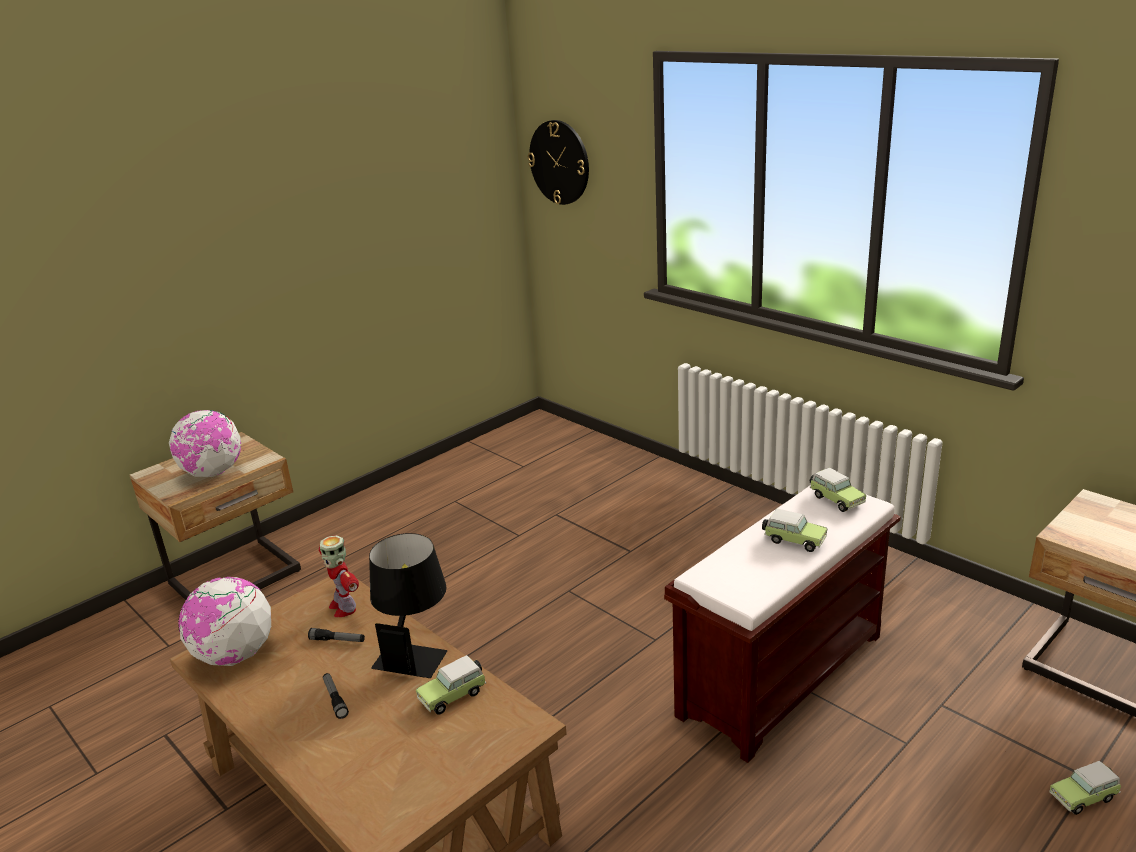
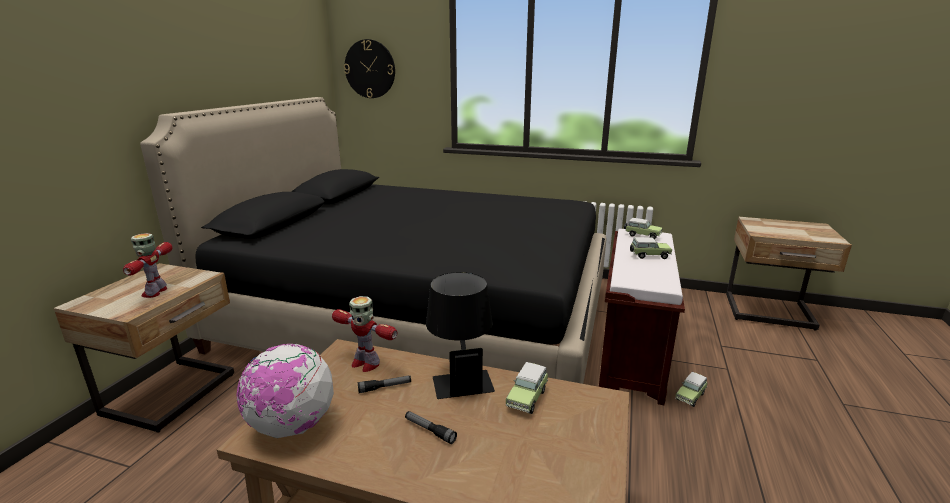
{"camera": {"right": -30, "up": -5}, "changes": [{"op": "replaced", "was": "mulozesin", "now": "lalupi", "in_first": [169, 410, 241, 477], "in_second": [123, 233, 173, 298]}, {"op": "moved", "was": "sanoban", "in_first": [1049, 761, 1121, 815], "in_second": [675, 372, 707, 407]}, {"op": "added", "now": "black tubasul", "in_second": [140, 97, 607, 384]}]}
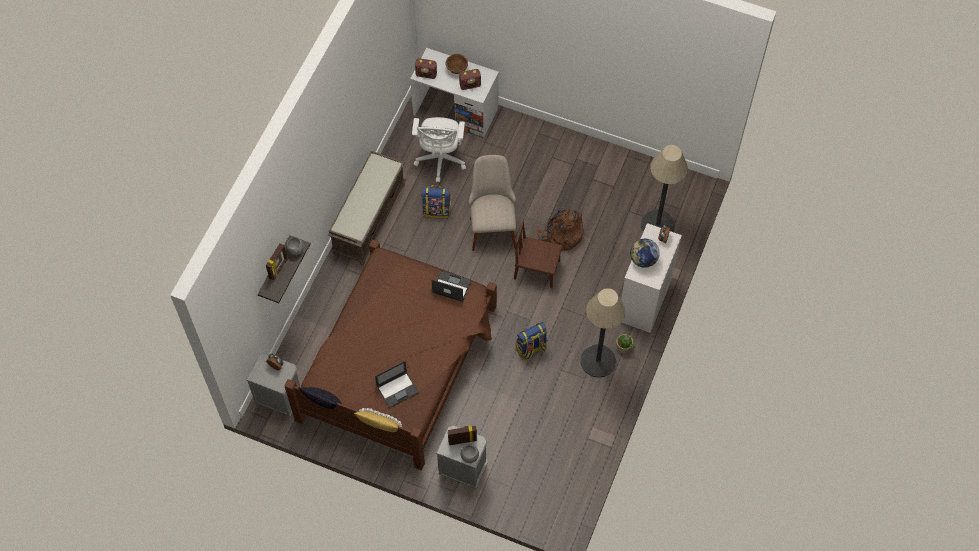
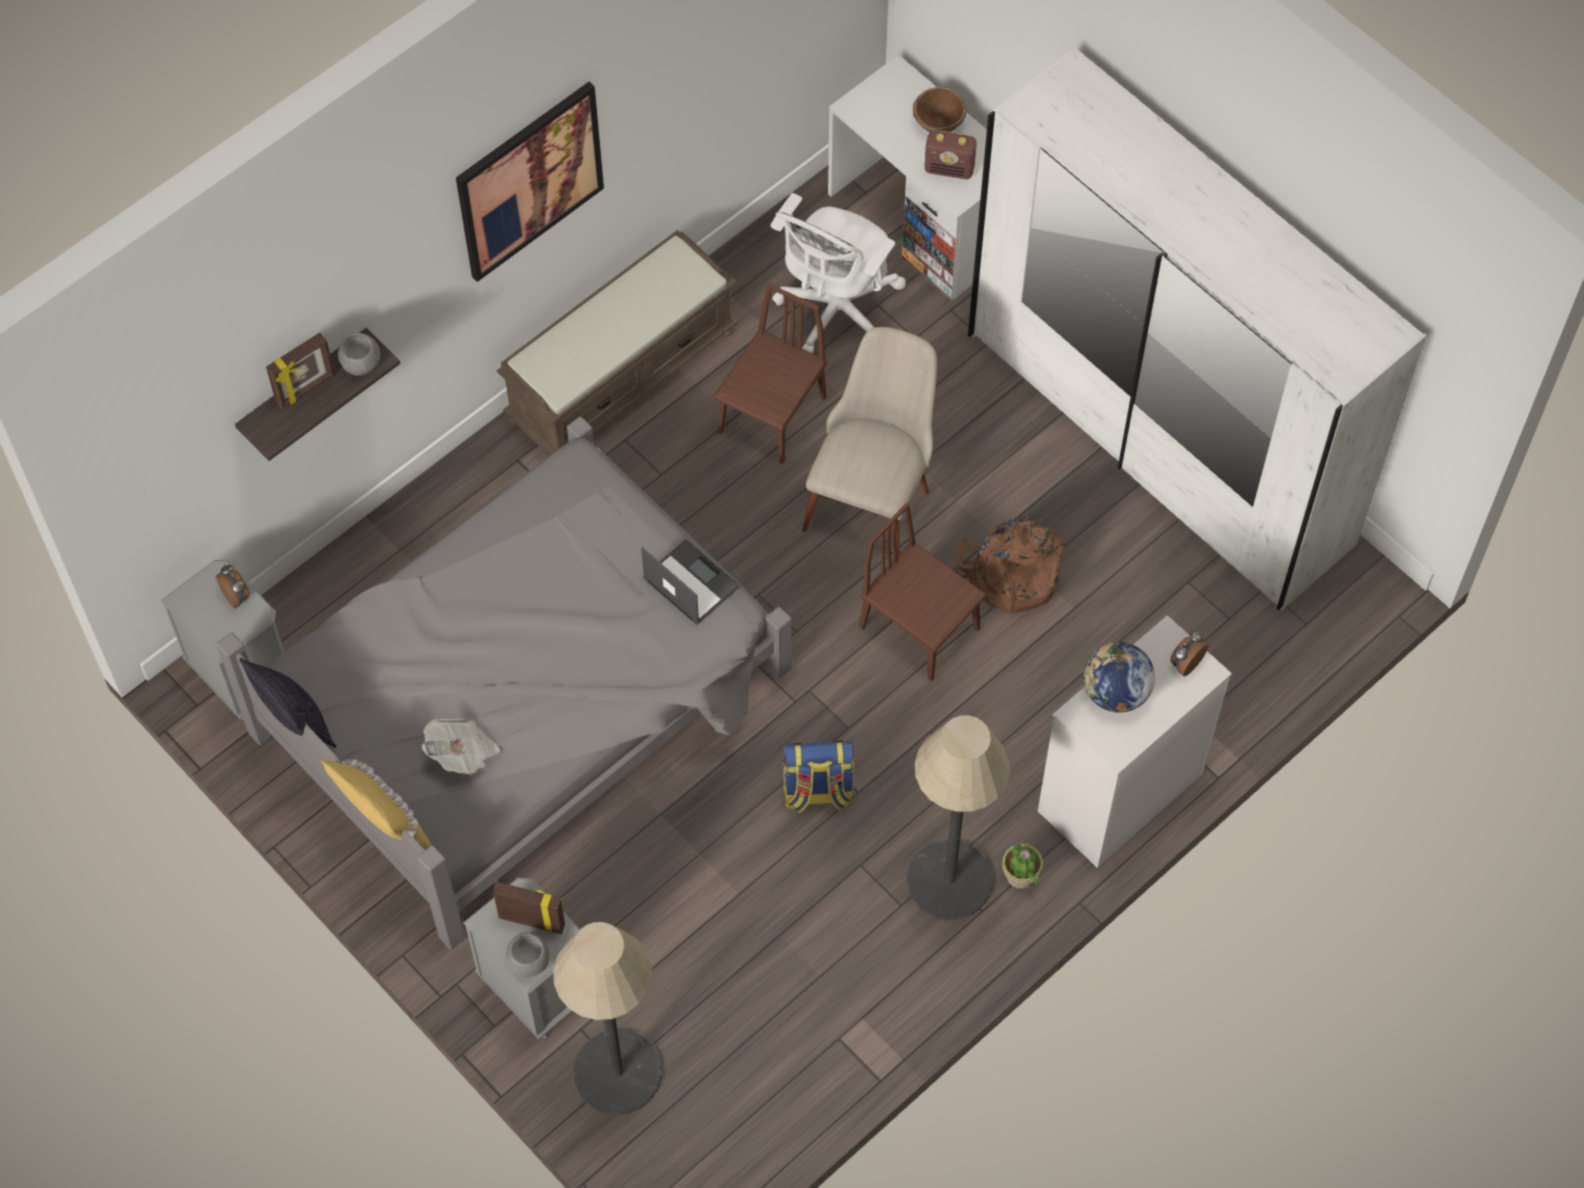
{"camera": {"right": 25, "up": 0}, "changes": [{"op": "recoloured", "was": "brown tubasul", "now": "grey tubasul", "in_first": [285, 240, 497, 470], "in_second": [216, 417, 791, 950]}, {"op": "replaced", "was": "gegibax", "now": "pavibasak", "in_first": [375, 361, 419, 408], "in_second": [421, 719, 500, 775]}, {"op": "removed", "was": "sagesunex", "in_first": [415, 58, 437, 79]}, {"op": "replaced", "was": "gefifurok", "now": "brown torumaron", "in_first": [421, 185, 451, 219], "in_second": [714, 283, 828, 464]}, {"op": "moved", "was": "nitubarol", "in_first": [641, 145, 688, 232], "in_second": [553, 922, 661, 1115]}, {"op": "added", "now": "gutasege", "in_second": [456, 82, 604, 282]}, {"op": "added", "now": "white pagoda", "in_second": [968, 47, 1427, 610]}]}
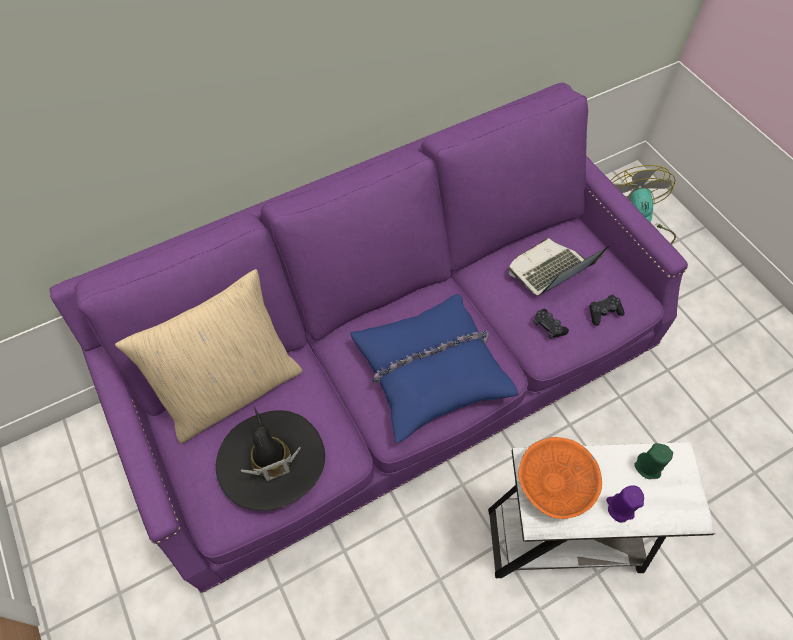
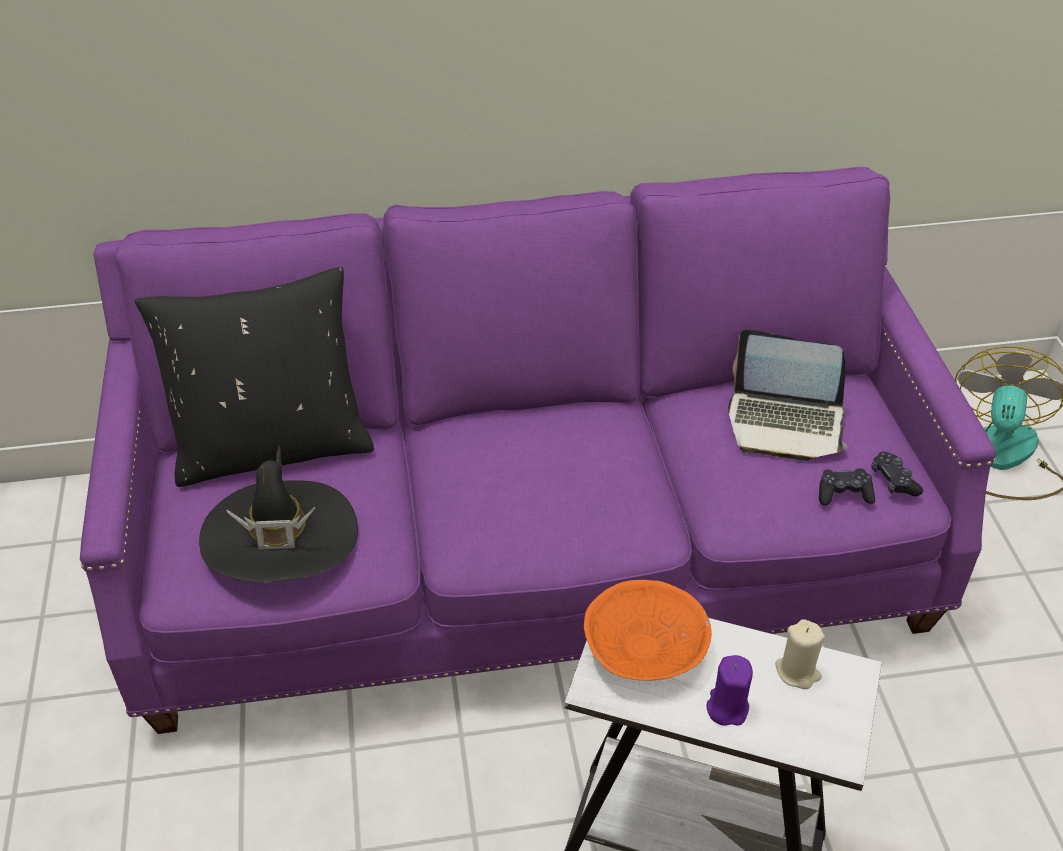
{"camera": {"right": 20, "up": -15}, "changes": [{"op": "recoloured", "was": "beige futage", "now": "black futage", "in_first": [115, 269, 302, 443], "in_second": [135, 267, 374, 487]}, {"op": "removed", "was": "blue futage", "in_first": [350, 294, 519, 443]}, {"op": "turned", "was": "gegibax", "in_first": [508, 238, 610, 296], "in_second": [728, 329, 847, 460], "clockwise": -150}, {"op": "moved", "was": "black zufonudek", "in_first": [534, 309, 569, 339], "in_second": [872, 451, 923, 496]}, {"op": "recoloured", "was": "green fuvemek", "now": "beige fuvemek", "in_first": [634, 443, 673, 479], "in_second": [775, 619, 825, 689]}]}
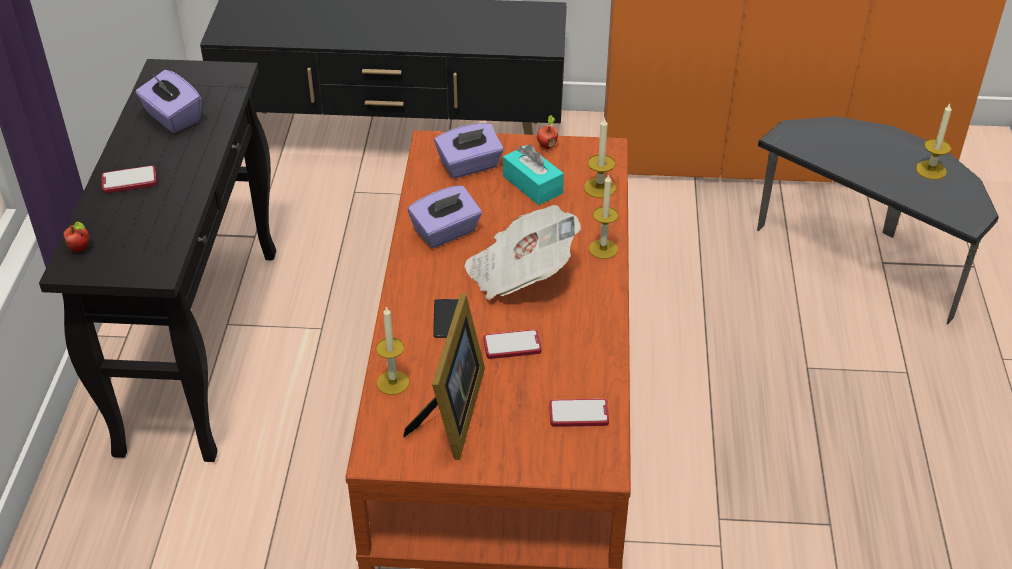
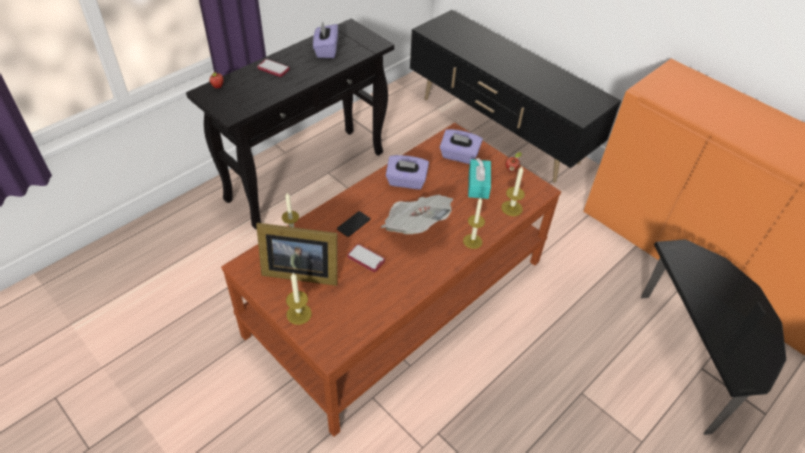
{"camera": {"right": 40, "up": 5}, "changes": [{"op": "turned", "was": "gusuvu", "in_first": [403, 293, 485, 460], "in_second": [256, 223, 338, 286], "clockwise": 45}, {"op": "removed", "was": "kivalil", "in_first": [549, 399, 609, 427]}, {"op": "moved", "was": "fuvemek", "in_first": [916, 104, 952, 180], "in_second": [286, 273, 312, 325]}]}
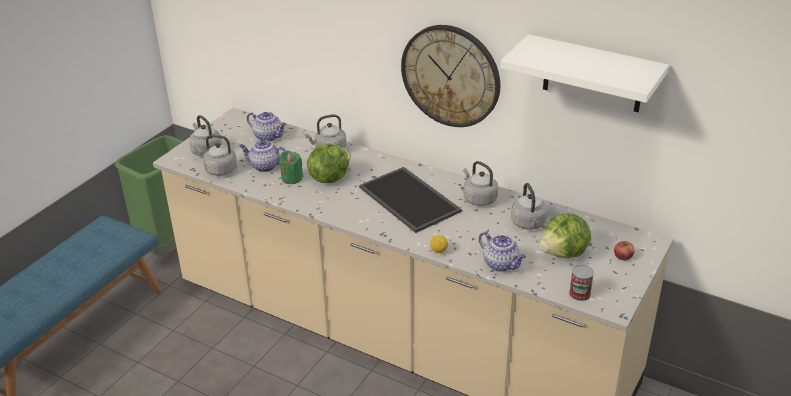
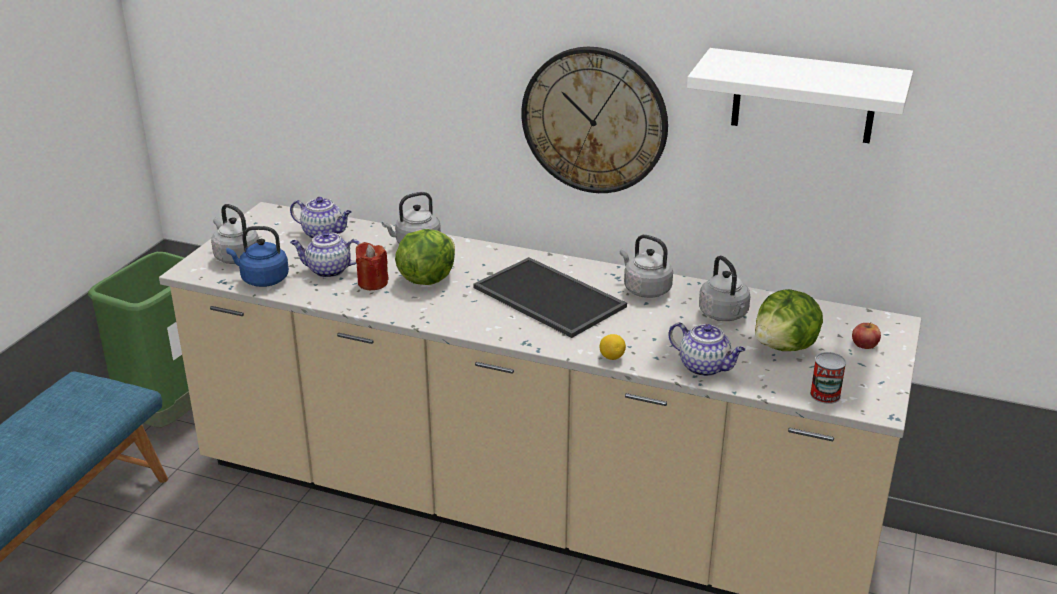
{"camera": {"right": -10, "up": -5}, "changes": [{"op": "recoloured", "was": "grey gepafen", "now": "blue gepafen", "in_first": [196, 135, 237, 176], "in_second": [226, 226, 289, 287]}, {"op": "recoloured", "was": "green fuvemek", "now": "red fuvemek", "in_first": [279, 150, 303, 184], "in_second": [356, 242, 389, 290]}]}
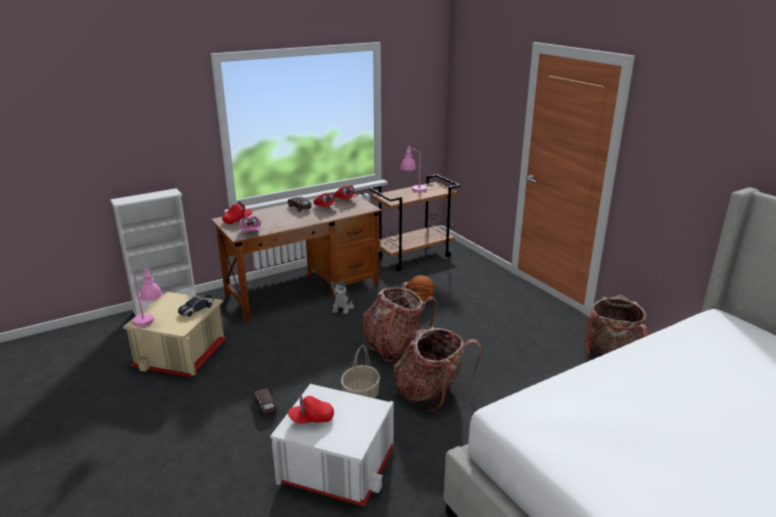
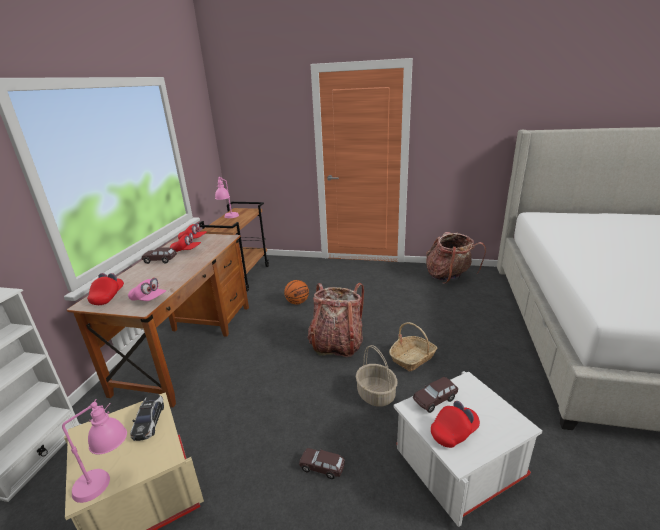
{"camera": {"right": -45, "up": 0}, "changes": [{"op": "turned", "was": "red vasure", "in_first": [288, 395, 334, 423], "in_second": [431, 401, 480, 448], "clockwise": -150}, {"op": "removed", "was": "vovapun", "in_first": [330, 279, 354, 314]}, {"op": "replaced", "was": "gefifurok", "now": "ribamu", "in_first": [394, 327, 482, 411], "in_second": [389, 322, 437, 372]}, {"op": "added", "now": "brown sanoban", "in_second": [413, 377, 458, 413]}]}
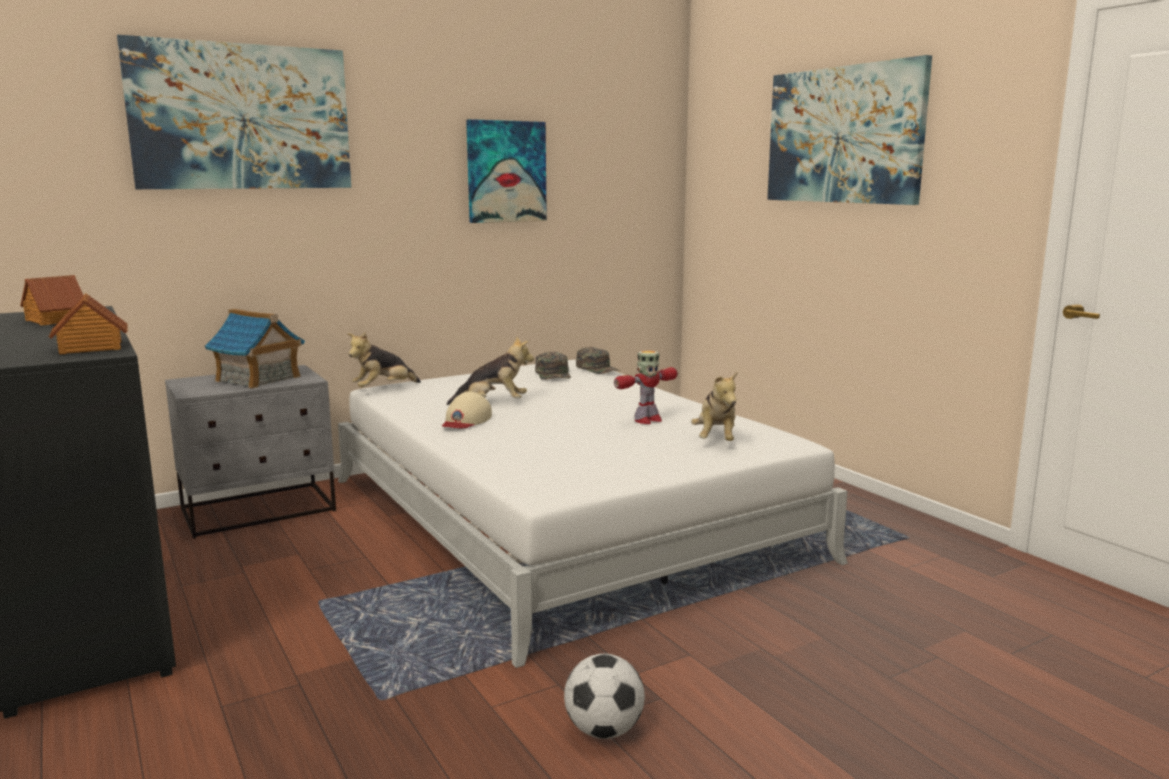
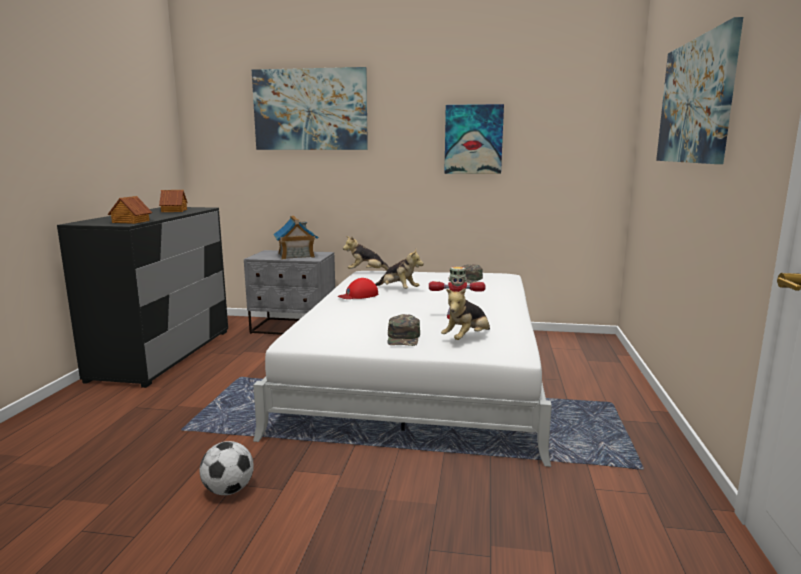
{"camera": {"right": 40, "up": 0}, "changes": [{"op": "recoloured", "was": "beige vasure", "now": "red vasure", "in_first": [442, 392, 492, 428], "in_second": [338, 278, 378, 299]}, {"op": "moved", "was": "green vasure", "in_first": [576, 347, 621, 374], "in_second": [387, 314, 420, 346]}]}
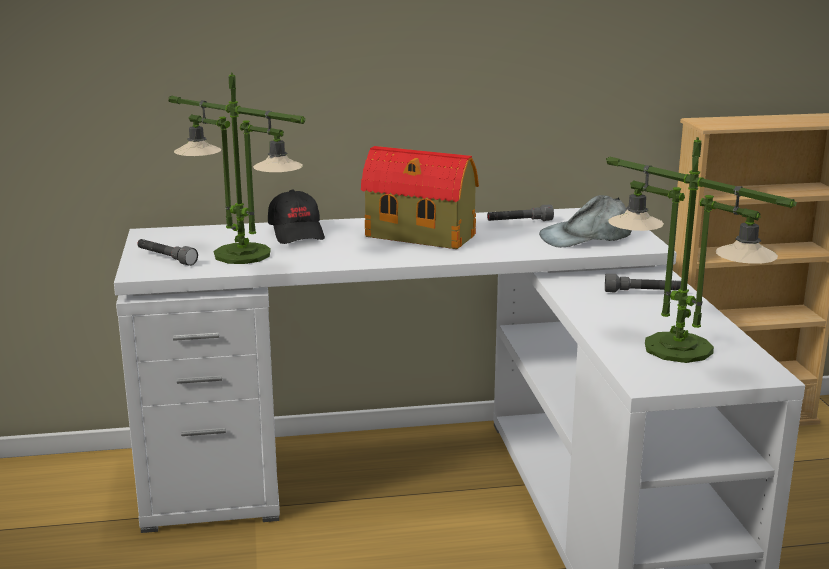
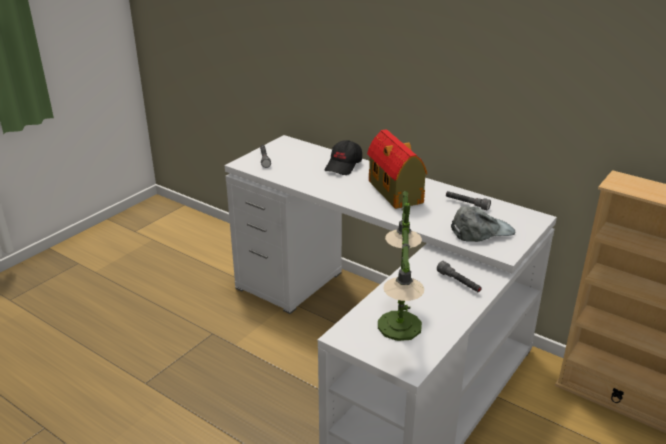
{"camera": {"right": 45, "up": 10}, "changes": [{"op": "removed", "was": "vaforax", "in_first": [168, 72, 306, 264]}, {"op": "turned", "was": "grey vasure", "in_first": [539, 195, 632, 248], "in_second": [451, 206, 515, 242], "clockwise": 135}]}
